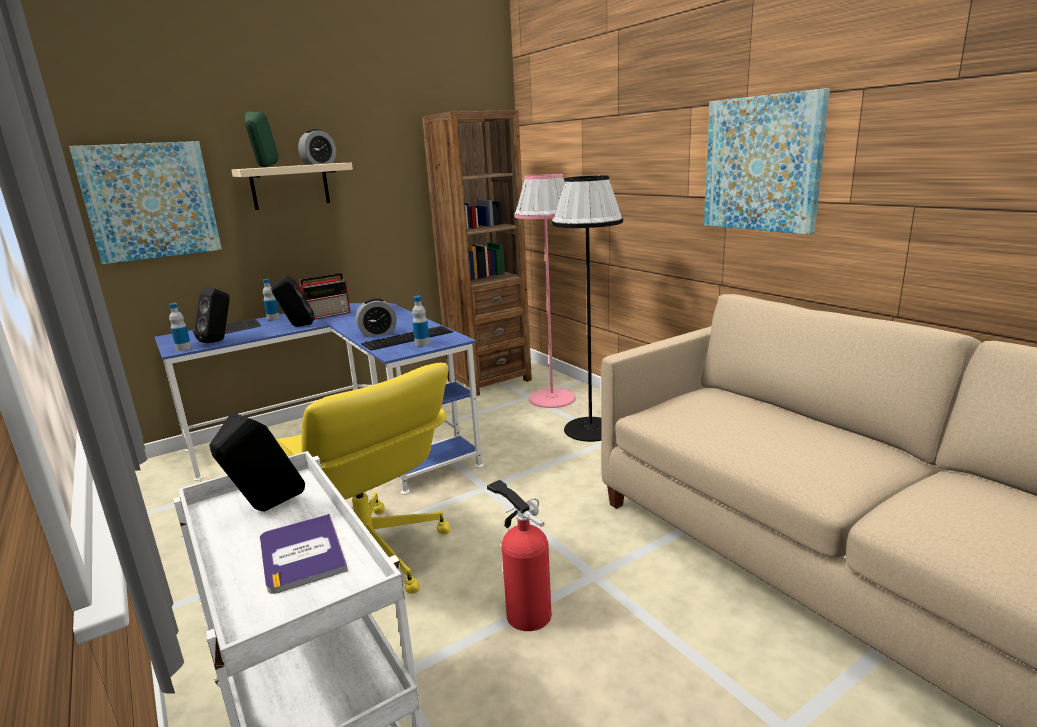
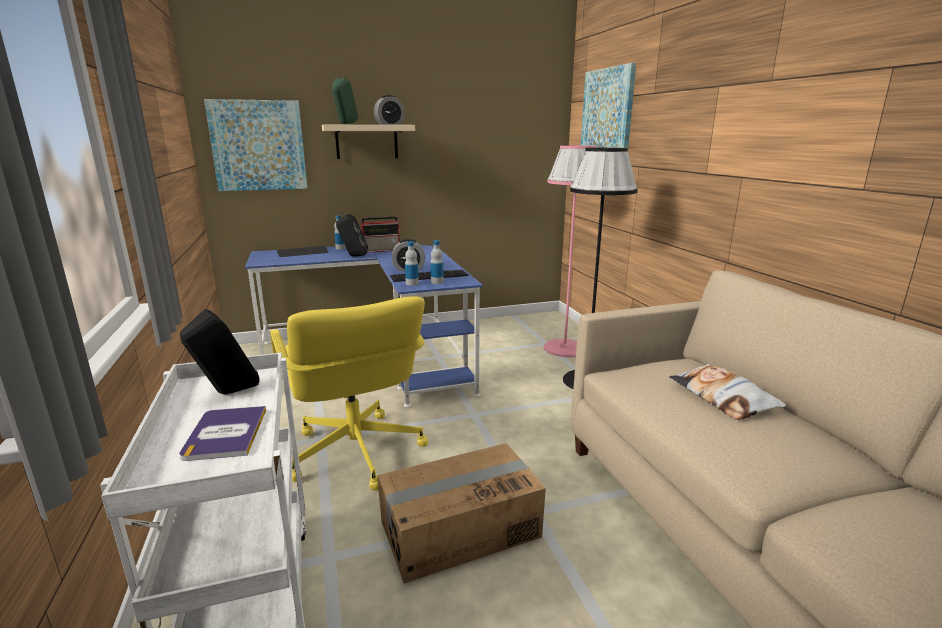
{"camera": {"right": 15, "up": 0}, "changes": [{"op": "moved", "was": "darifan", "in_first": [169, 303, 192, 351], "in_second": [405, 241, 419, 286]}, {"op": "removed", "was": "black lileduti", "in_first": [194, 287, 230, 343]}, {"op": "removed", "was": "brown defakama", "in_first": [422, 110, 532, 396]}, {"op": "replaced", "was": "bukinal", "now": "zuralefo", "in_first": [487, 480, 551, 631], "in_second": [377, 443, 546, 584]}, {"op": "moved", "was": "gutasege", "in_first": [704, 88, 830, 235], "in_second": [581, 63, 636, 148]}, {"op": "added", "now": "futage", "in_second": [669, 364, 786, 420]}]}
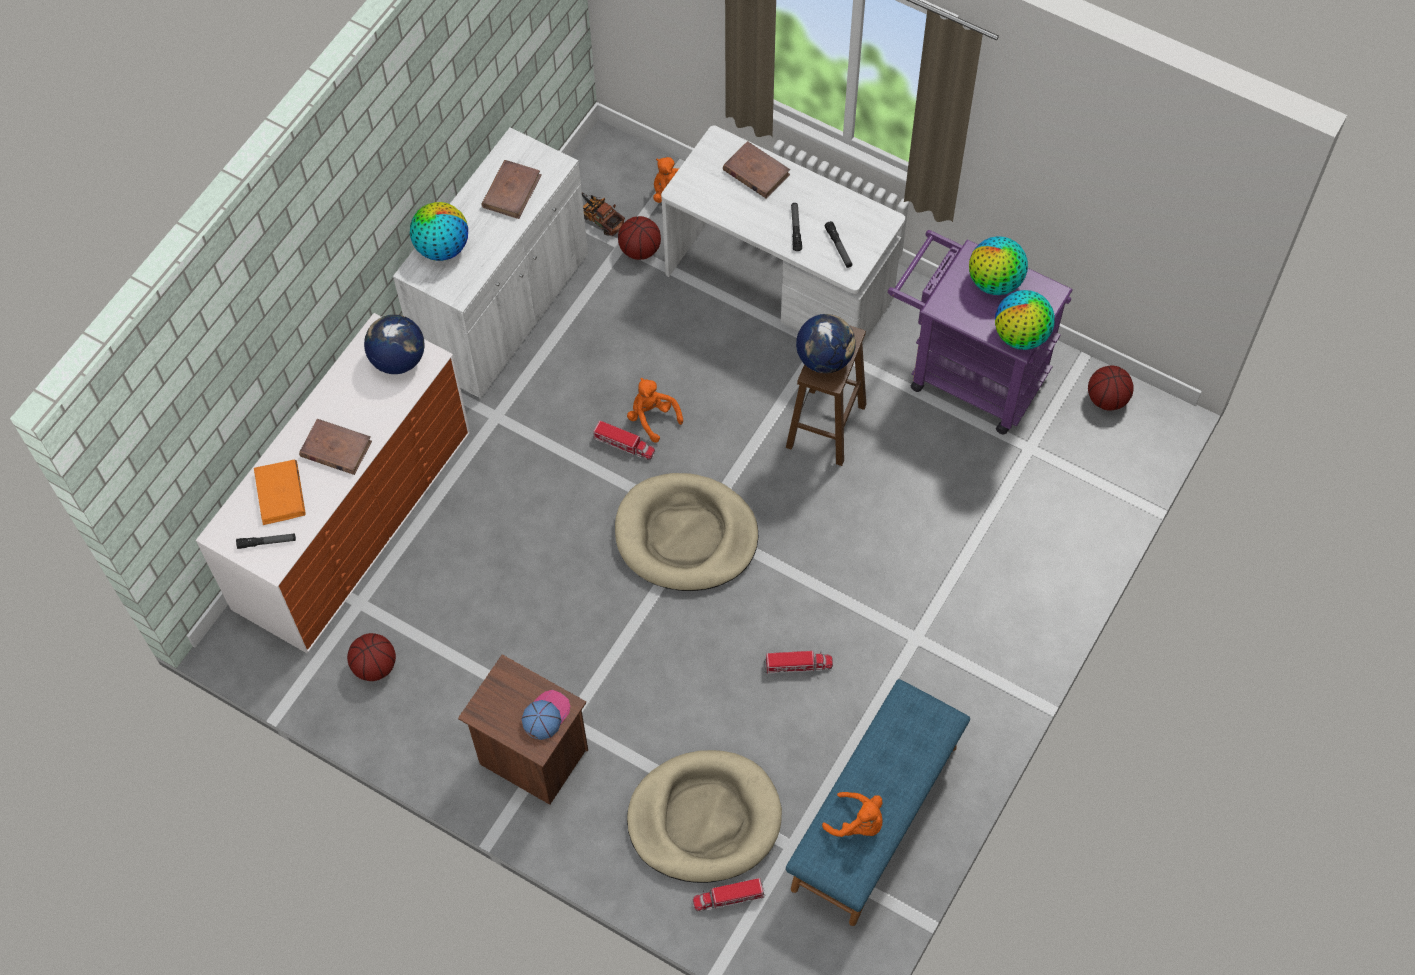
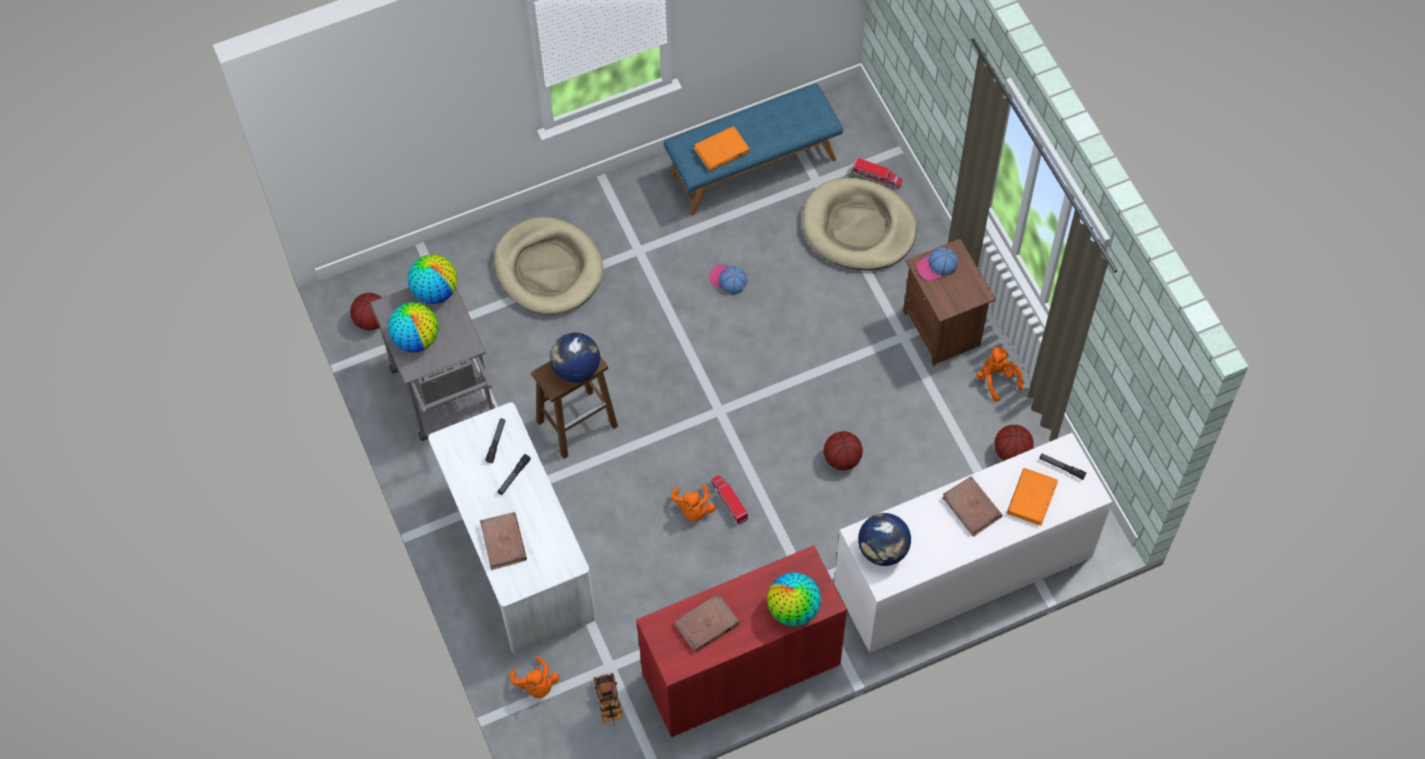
{"camera": {"right": -145, "up": 0}, "changes": [{"op": "recoloured", "was": "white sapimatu", "now": "red sapimatu", "in_first": [393, 127, 588, 399], "in_second": [636, 545, 847, 737]}, {"op": "moved", "was": "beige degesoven", "in_first": [615, 473, 758, 591], "in_second": [494, 217, 603, 315]}, {"op": "moved", "was": "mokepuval", "in_first": [618, 216, 661, 260], "in_second": [824, 431, 863, 470]}, {"op": "replaced", "was": "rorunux", "now": "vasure", "in_first": [764, 651, 833, 674], "in_second": [709, 265, 748, 295]}, {"op": "moved", "was": "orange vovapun", "in_first": [822, 792, 883, 837], "in_second": [977, 345, 1023, 402]}, {"op": "recoloured", "was": "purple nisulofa", "now": "grey nisulofa", "in_first": [888, 230, 1073, 434], "in_second": [370, 287, 495, 441]}, {"op": "added", "now": "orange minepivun", "in_second": [694, 126, 750, 171]}]}
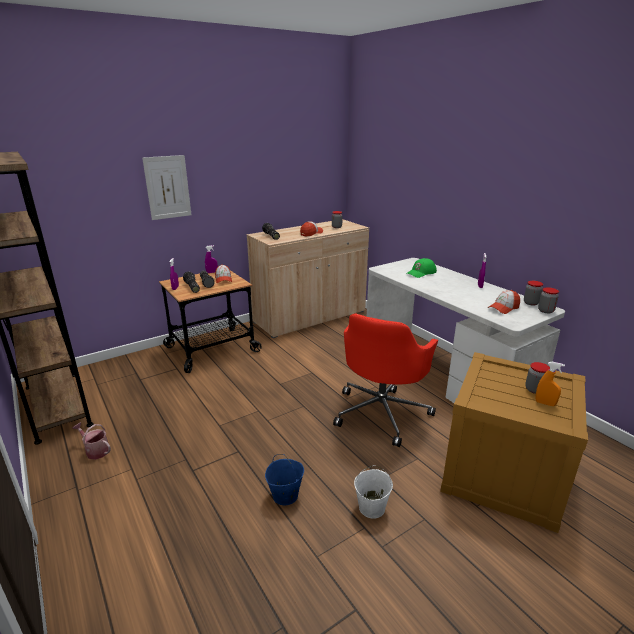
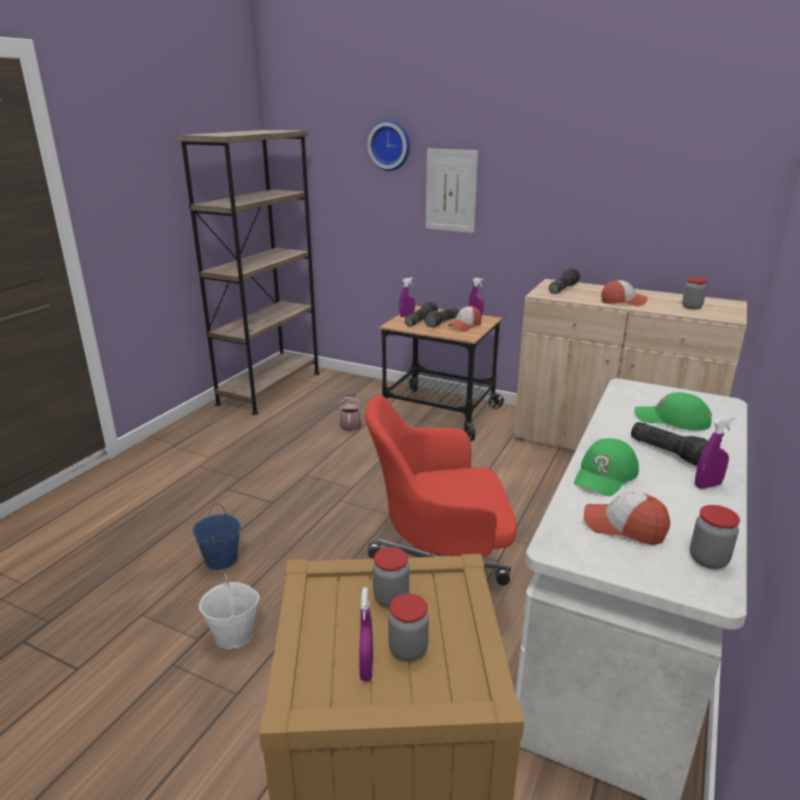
{"camera": {"right": 60, "up": 0}, "changes": [{"op": "moved", "was": "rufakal", "in_first": [72, 422, 111, 460], "in_second": [338, 393, 362, 431]}, {"op": "recoloured", "was": "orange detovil", "now": "purple detovil", "in_first": [535, 362, 565, 406], "in_second": [359, 587, 373, 682]}, {"op": "moved", "was": "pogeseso", "in_first": [538, 287, 559, 313], "in_second": [373, 547, 409, 608]}, {"op": "added", "now": "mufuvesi", "in_second": [367, 120, 410, 171]}, {"op": "added", "now": "green vasure", "in_second": [574, 438, 639, 496]}, {"op": "added", "now": "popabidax", "in_second": [631, 422, 708, 465]}]}
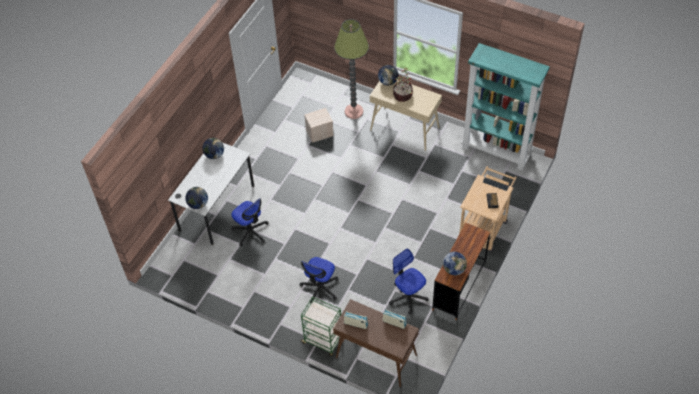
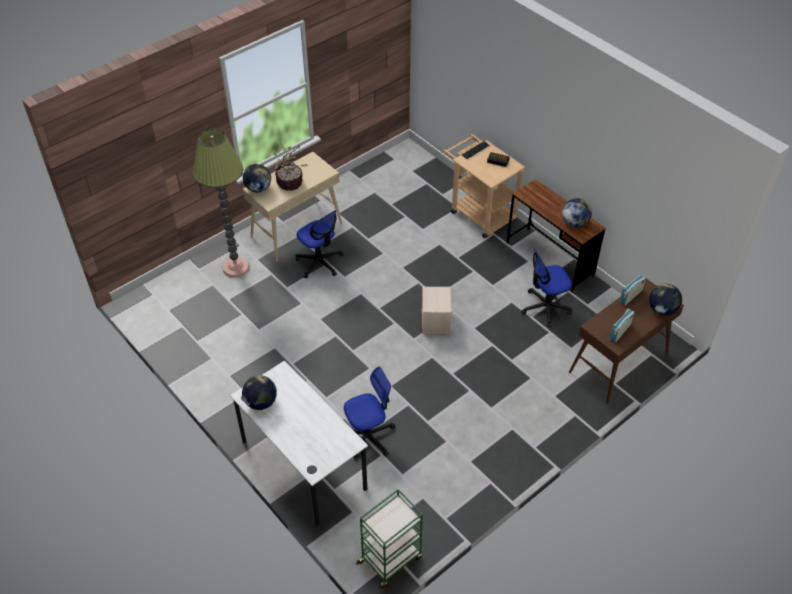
{"camera": {"right": -70, "up": -5}, "changes": [{"op": "moved", "was": "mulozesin", "in_first": [185, 187, 208, 209], "in_second": [649, 284, 682, 316]}, {"op": "moved", "was": "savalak", "in_first": [300, 257, 339, 303], "in_second": [296, 210, 343, 279]}, {"op": "moved", "was": "green nisulofa", "in_first": [301, 296, 341, 356], "in_second": [356, 489, 423, 590]}, {"op": "moved", "was": "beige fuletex", "in_first": [304, 108, 334, 143], "in_second": [422, 287, 452, 334]}, {"op": "removed", "was": "turquoise defakama", "in_first": [461, 43, 550, 170]}]}
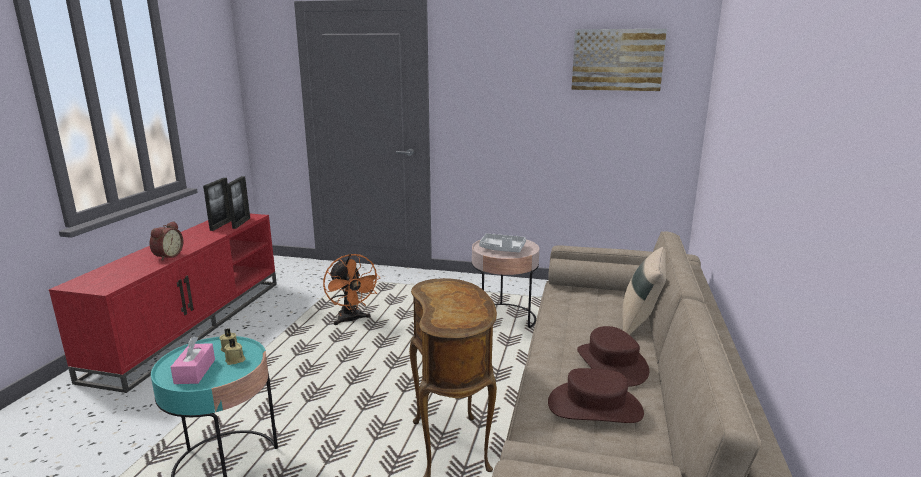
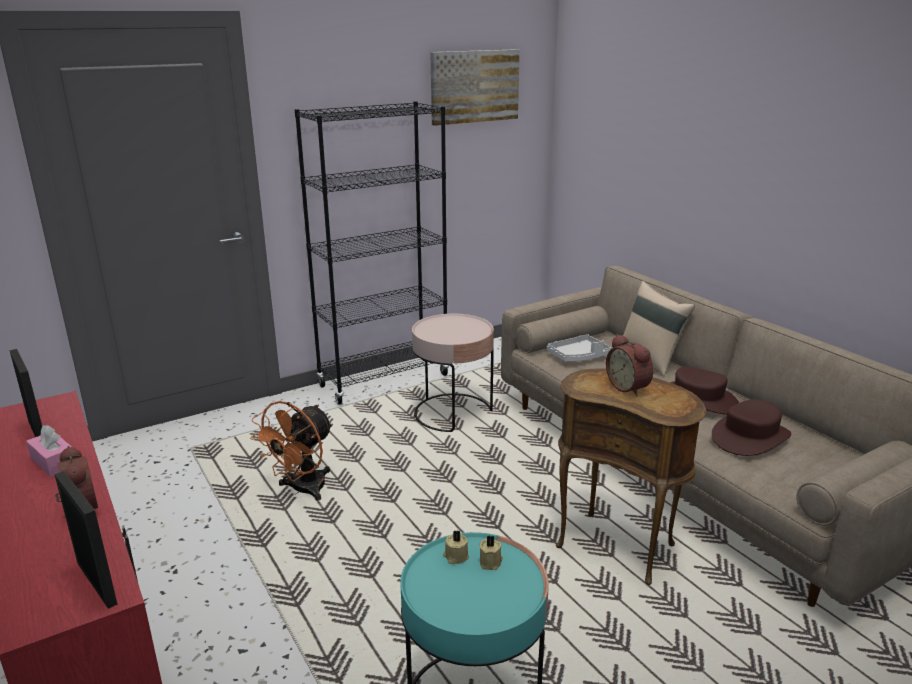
{"camera": {"right": -45, "up": 5}, "changes": [{"op": "moved", "was": "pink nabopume", "in_first": [171, 336, 215, 384], "in_second": [26, 425, 72, 477]}, {"op": "moved", "was": "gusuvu", "in_first": [226, 176, 250, 229], "in_second": [54, 471, 117, 609]}, {"op": "turned", "was": "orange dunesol", "in_first": [323, 254, 380, 325], "in_second": [250, 401, 333, 500], "clockwise": 105}, {"op": "moved", "was": "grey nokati", "in_first": [479, 234, 526, 252], "in_second": [547, 334, 611, 362]}, {"op": "added", "now": "black defakama", "in_second": [295, 101, 449, 404]}, {"op": "added", "now": "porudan", "in_second": [606, 334, 653, 396]}]}
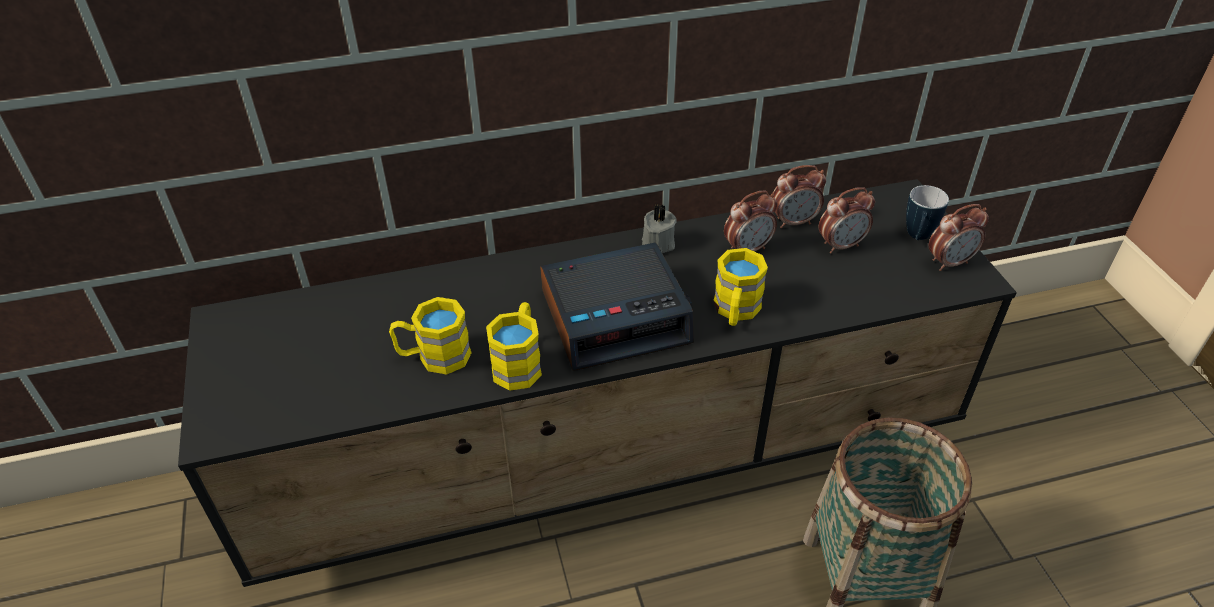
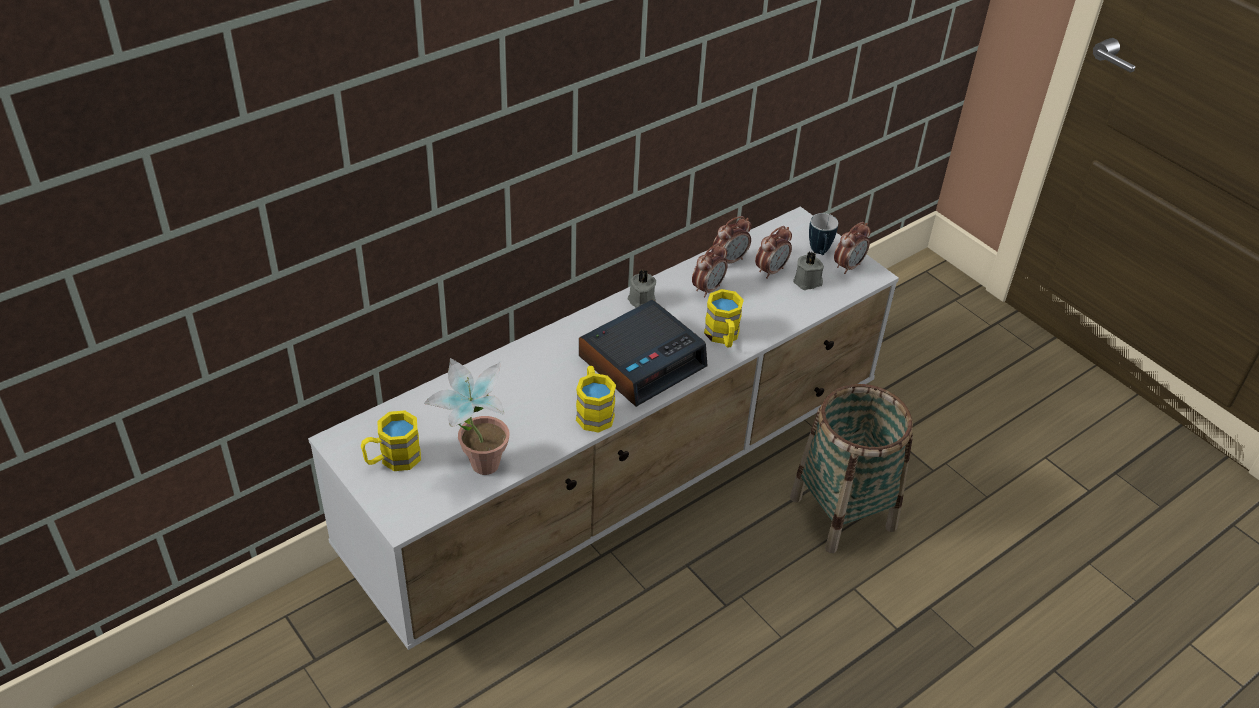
{"camera": {"right": -25, "up": 0}, "changes": [{"op": "recoloured", "was": "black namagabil", "now": "white namagabil", "in_first": [178, 179, 1017, 587], "in_second": [308, 206, 899, 650]}, {"op": "moved", "was": "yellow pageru", "in_first": [389, 297, 472, 375], "in_second": [361, 410, 421, 471]}, {"op": "added", "now": "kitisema", "in_second": [424, 358, 510, 475]}, {"op": "added", "now": "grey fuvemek", "in_second": [793, 251, 824, 290]}]}
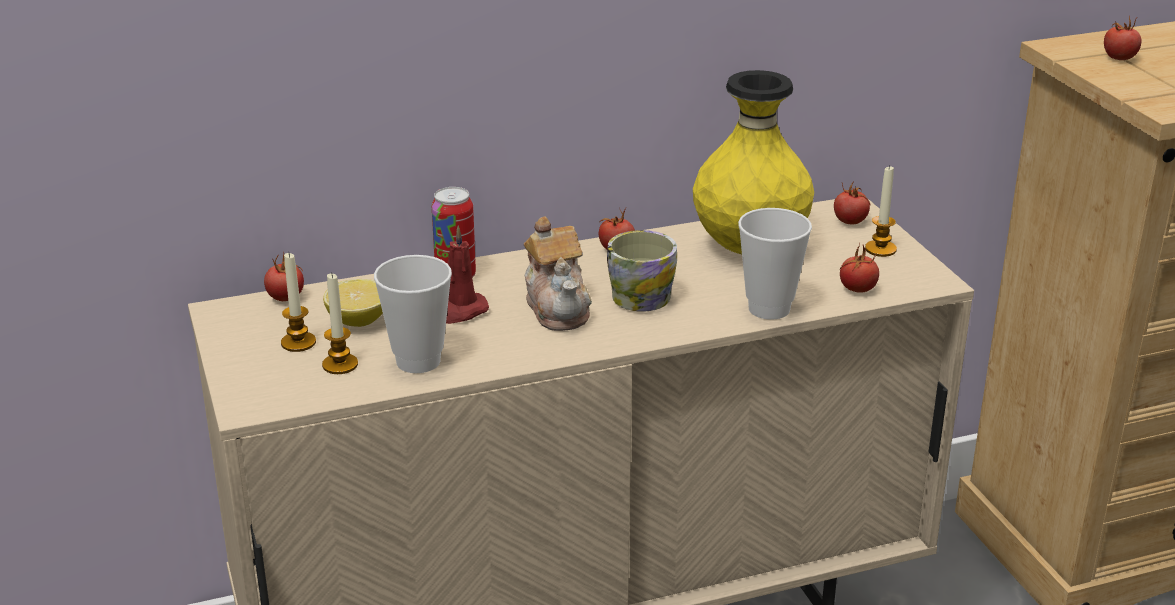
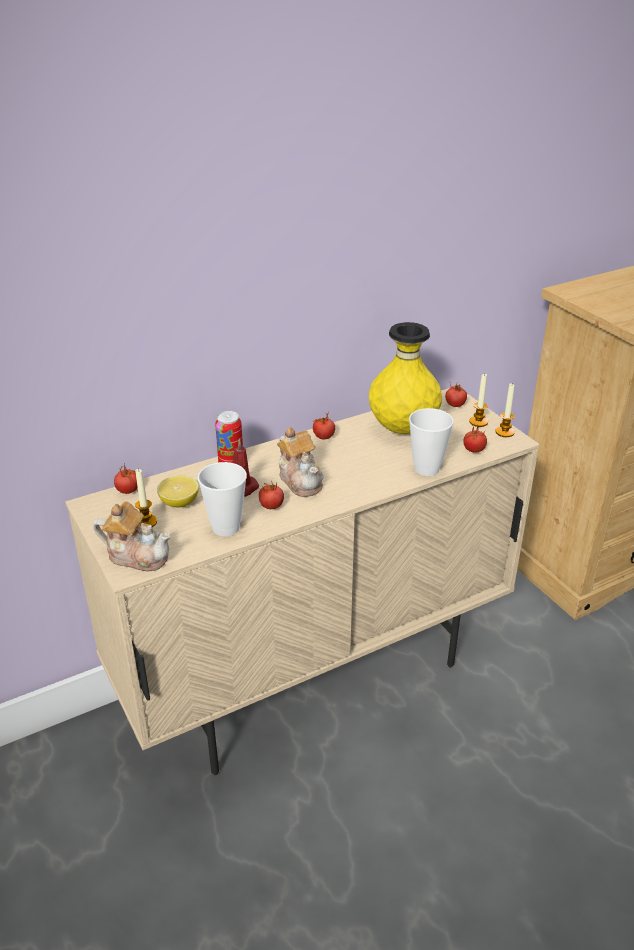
{"camera": {"right": -10, "up": 5}, "changes": [{"op": "moved", "was": "fuvemek", "in_first": [322, 274, 358, 374], "in_second": [495, 383, 515, 437]}, {"op": "removed", "was": "pageru", "in_first": [607, 230, 677, 312]}, {"op": "moved", "was": "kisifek", "in_first": [1104, 15, 1141, 60], "in_second": [259, 482, 284, 509]}, {"op": "added", "now": "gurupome", "in_second": [93, 501, 170, 571]}]}
